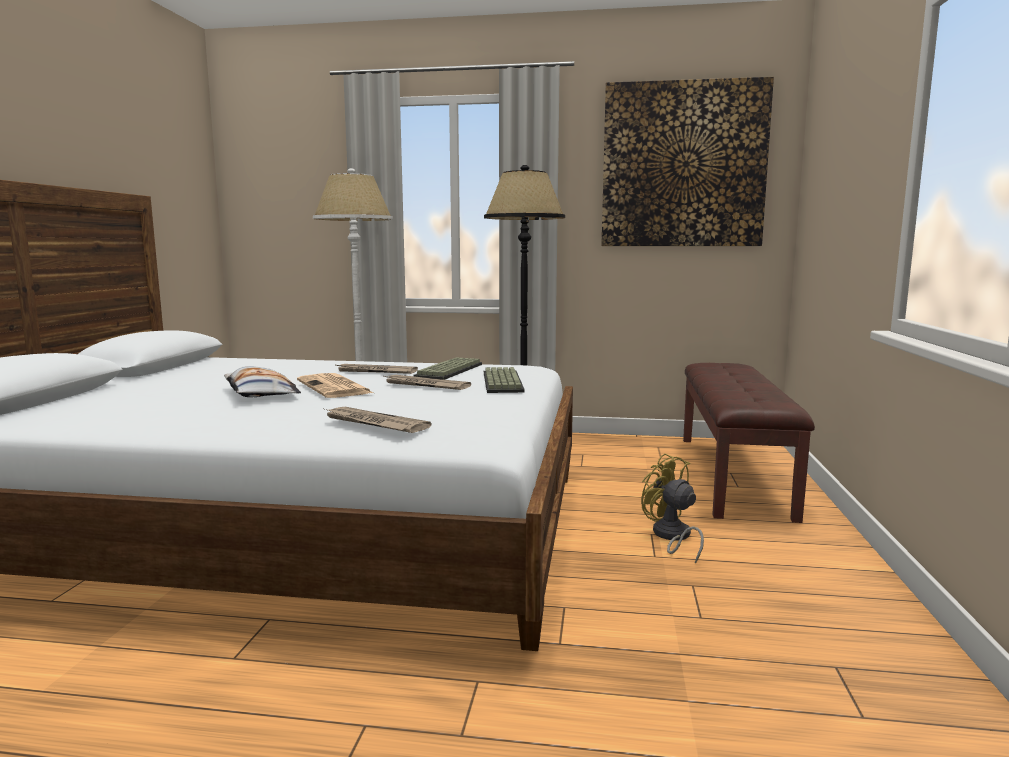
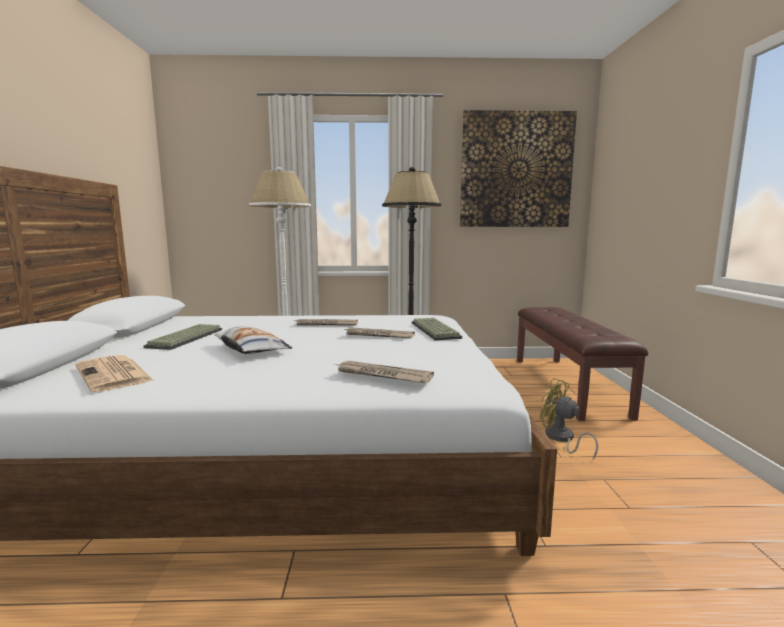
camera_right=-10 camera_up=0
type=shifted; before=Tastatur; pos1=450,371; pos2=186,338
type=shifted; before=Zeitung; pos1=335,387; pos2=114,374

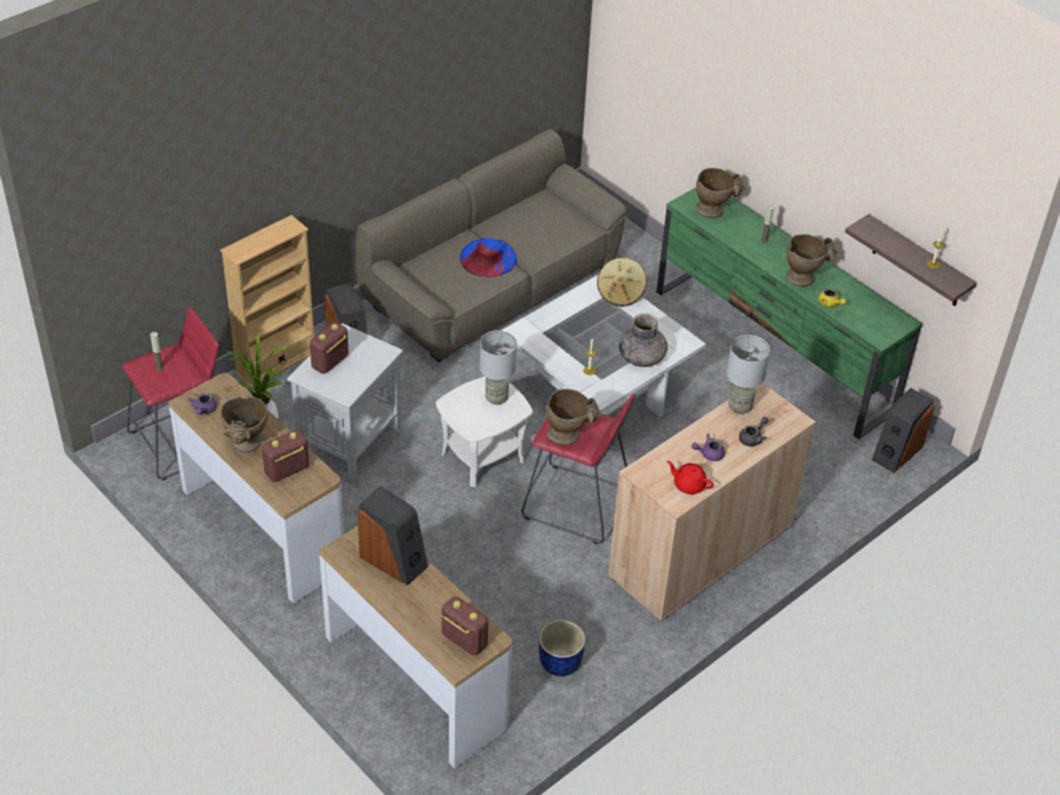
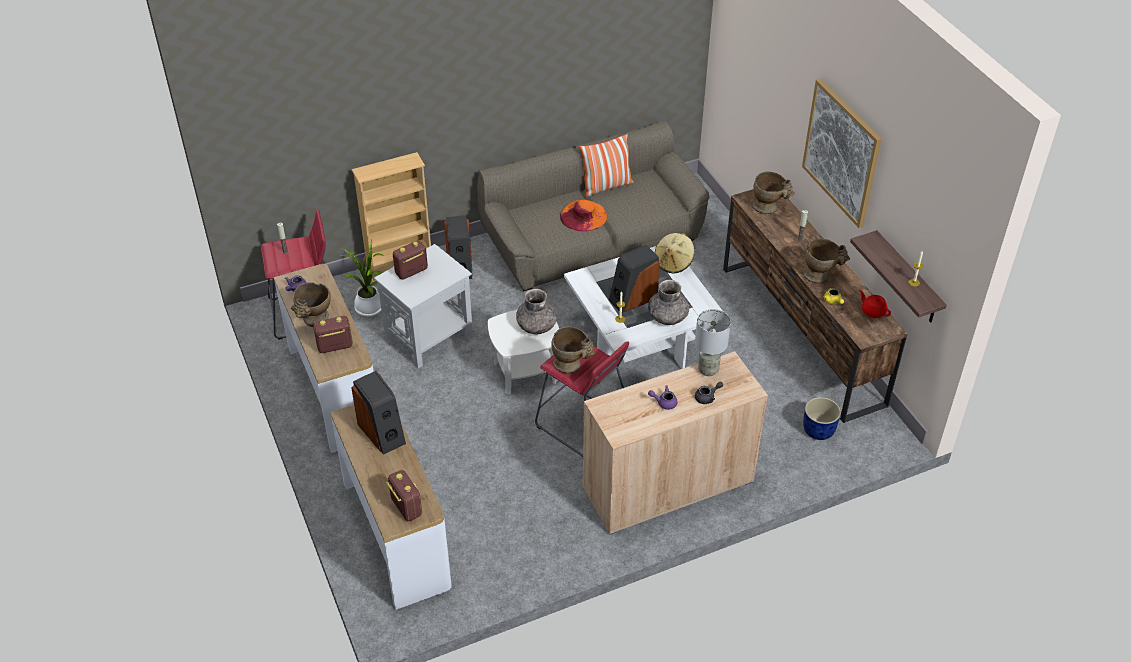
camera_right=20 camera_up=0
type=repainted; before=Fernsehschrank [grün]; after=Fernsehschrank [braun]; pos1=773,351; pos2=801,335
type=repainted; before=Hut [blau]; after=Hut [orange]; pos1=488,258; pos2=583,216
type=swapped; before=Tischlampe [grau]; after=Vase [grau]; pos1=496,398; pos2=536,325
type=shifted; before=Lautsprecher; pos1=896,452; pos2=633,298
type=shifted; before=Teekanne [rot]; pos1=688,485; pos2=873,311
type=shifted; before=Pflanzkübel [blau]; pos1=560,663; pos2=818,430
type=new; after=Bild; pos2=841,152
type=new; after=Kissen; pos2=606,186

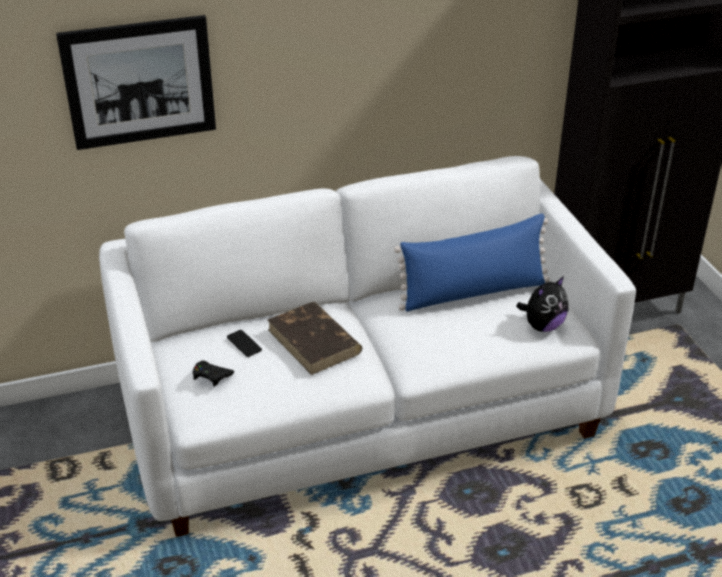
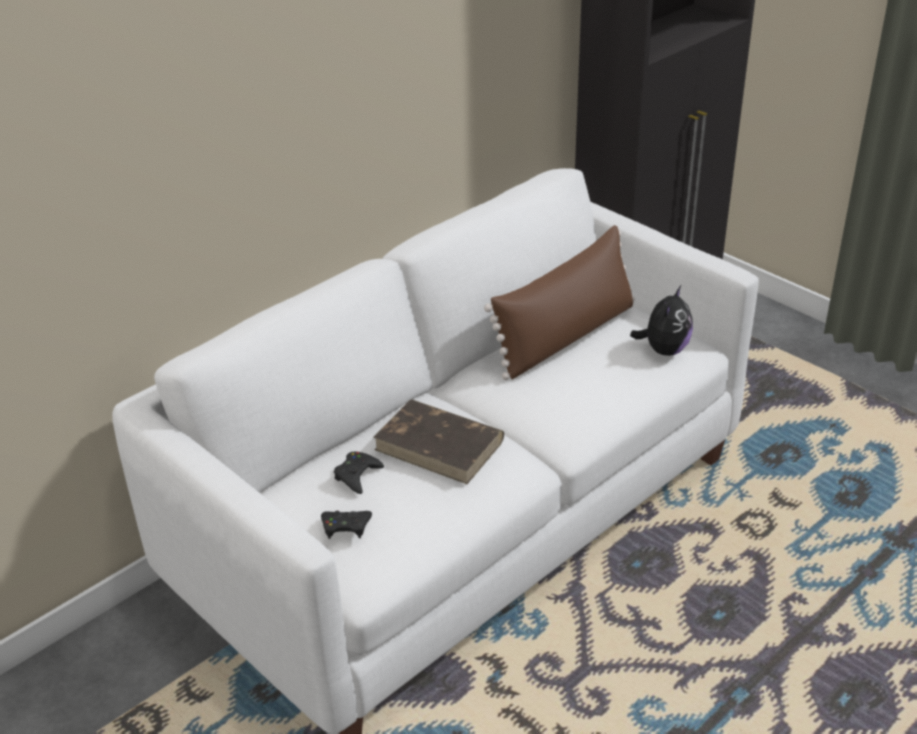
camera_right=-25 camera_up=0
type=gone; before=Bild; pos1=139,82
type=repainted; before=Kissen [blau]; after=Kissen [braun]; pos1=473,292; pos2=566,337
type=swapped; before=Handy; after=Gamepad [schwarz]; pos1=244,344; pos2=357,475

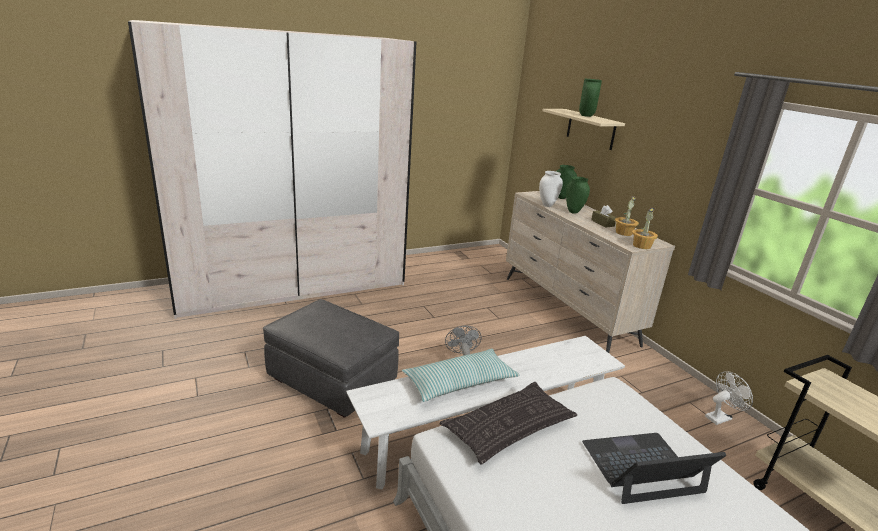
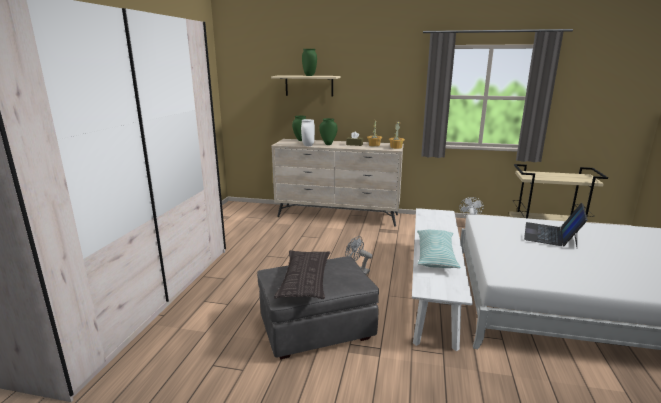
camera_right=-50 camera_up=-5
type=shifted; before=Kissen; pos1=508,428; pos2=305,280

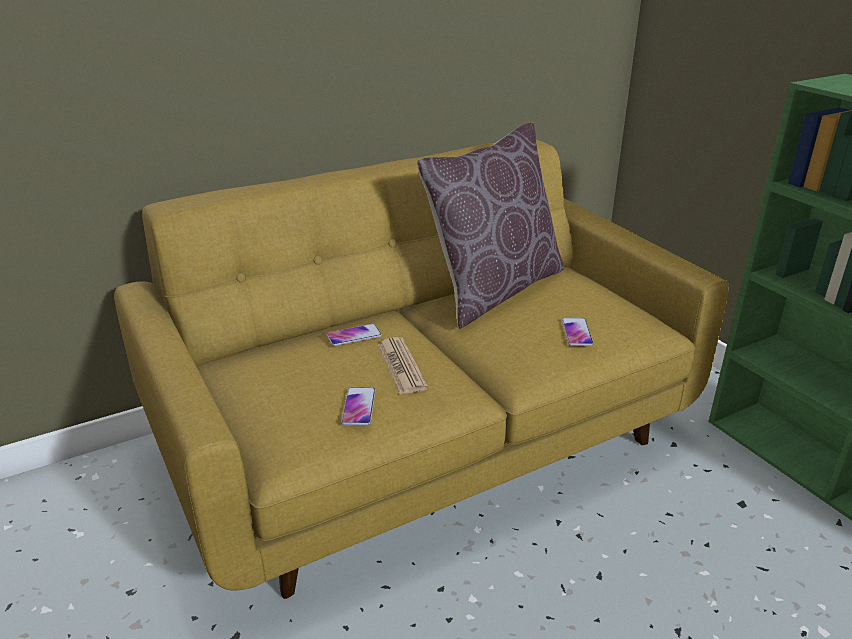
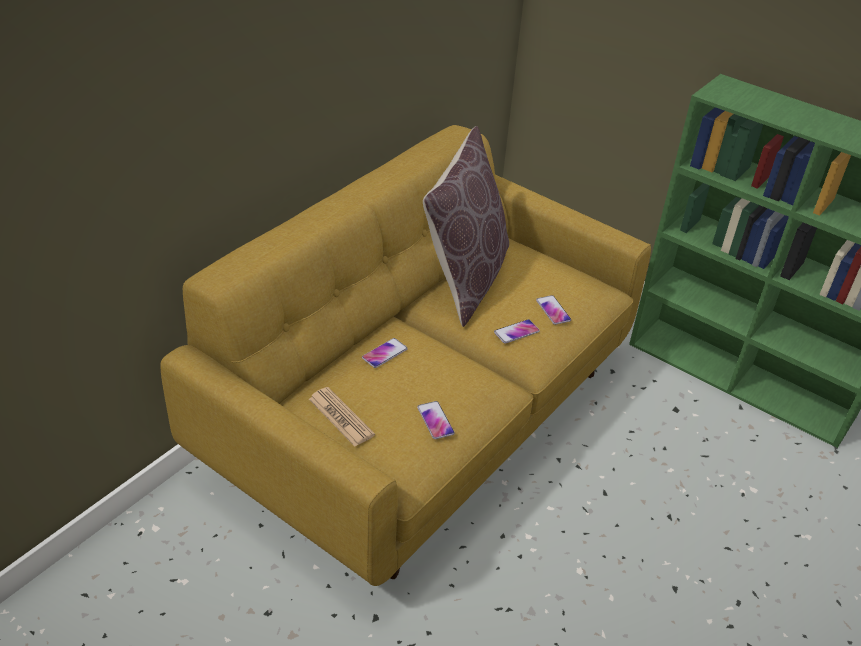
camera_right=-25 camera_up=10
type=shifted; before=Zeitung; pos1=401,366; pos2=341,417
type=new; after=Handy; pos2=516,332

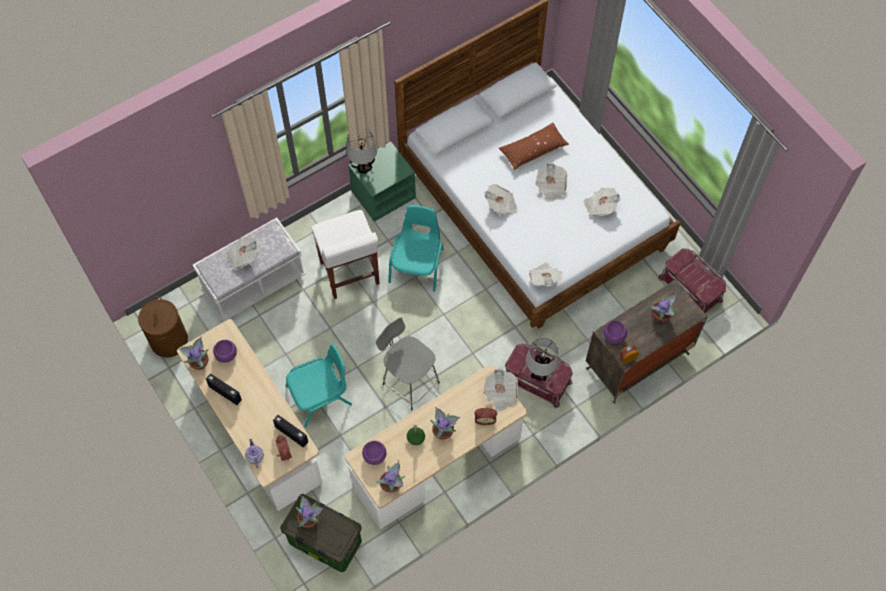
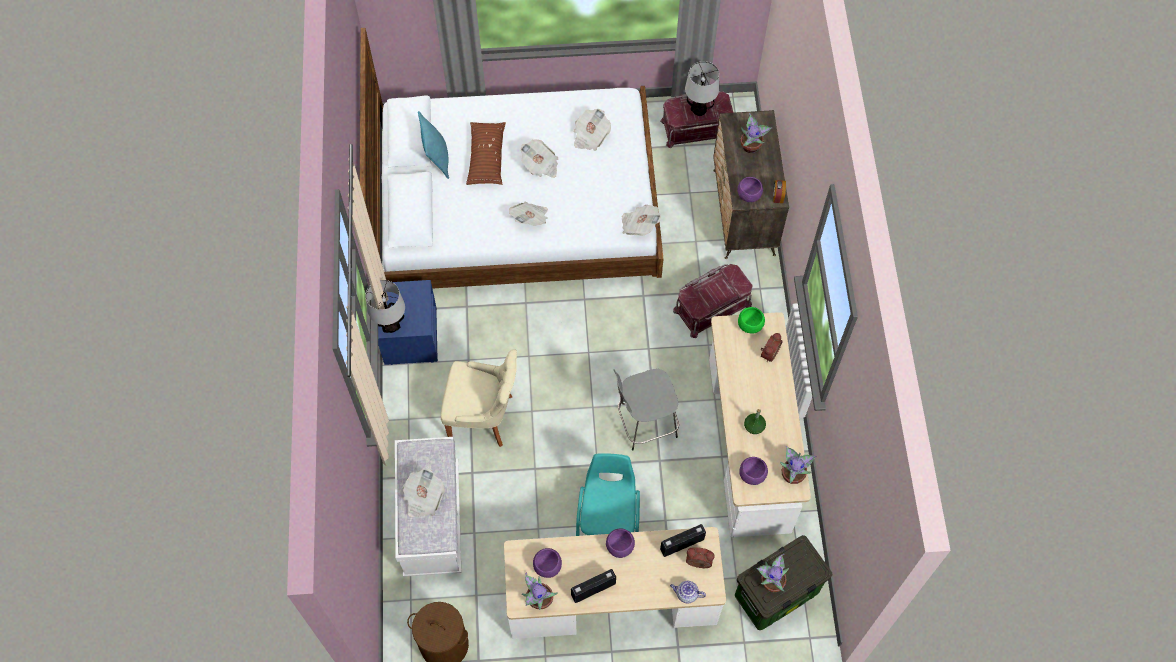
camera_right=-60 camera_up=0
type=repainted; before=Nachttisch [grün]; after=Nachttisch [blau]; pos1=383,194; pos2=410,336
type=gone; before=Stuhl [türkis]; pos1=417,265
type=swapped; before=Hocker [weiß]; after=Stuhl [beige]; pos1=349,274; pos2=484,417
type=shifted; before=Tischlampe; pos1=539,374; pos2=699,110
type=swapped; before=Zeitung; after=Schüssel [grün]; pos1=500,394; pos2=750,325
type=gone; before=Topfpflanze; pos1=443,431
type=new; after=Kissen [türkis]; pos2=437,158
type=new; after=Schüssel [lila]; pos2=619,546

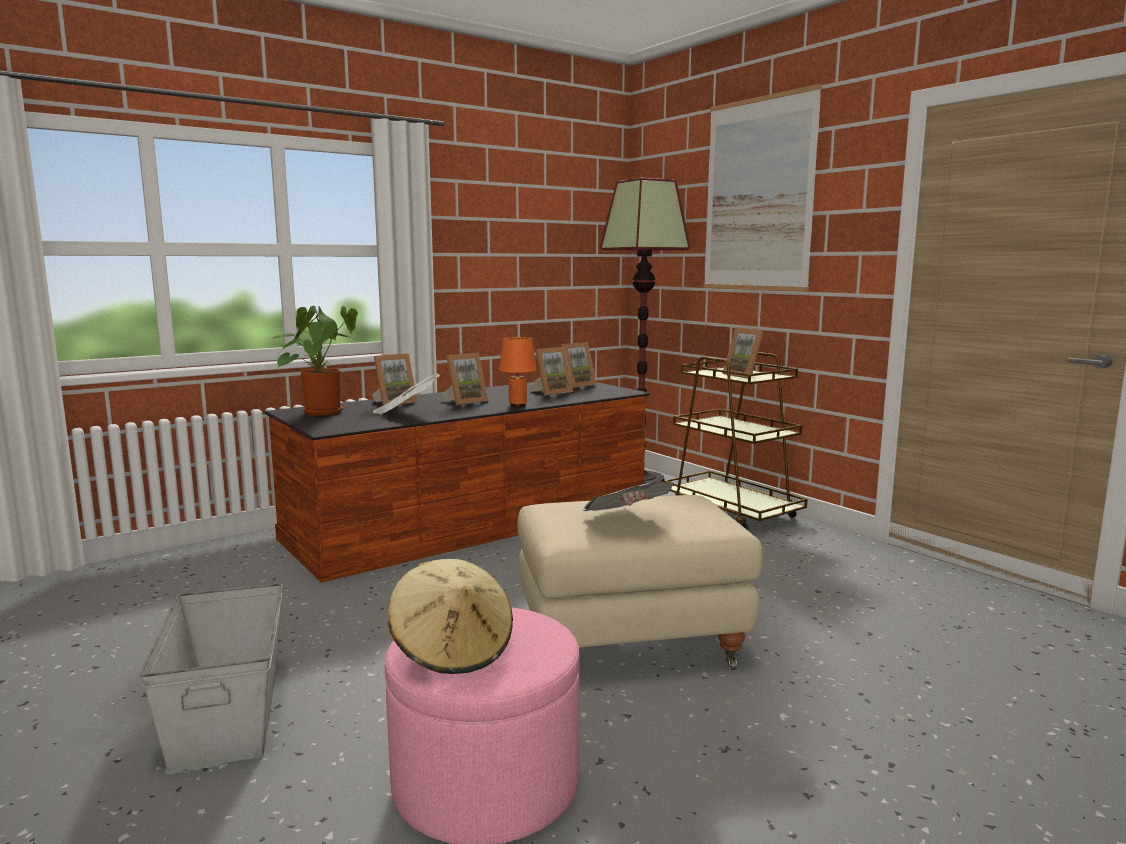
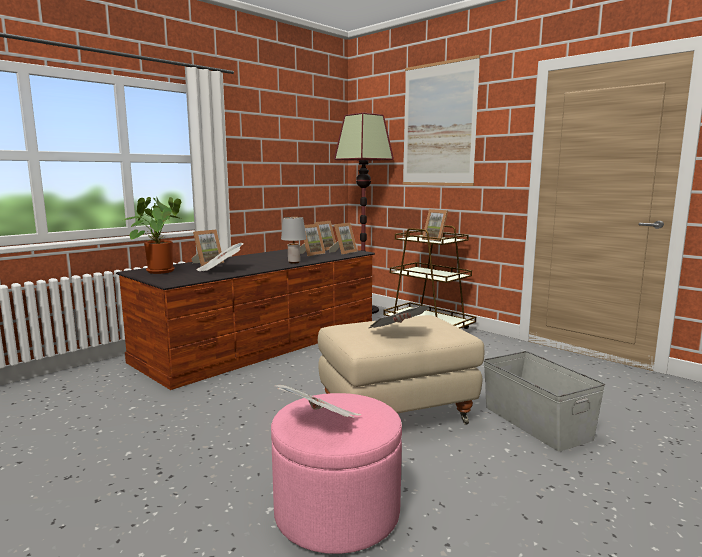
camera_right=-10 camera_up=0
type=repainted; before=Tischlampe [orange]; after=Tischlampe [grau]; pos1=517,404; pos2=293,262
type=shifted; before=Bilderrahmen; pos1=465,401; pos2=343,252
type=swapped; before=Hut [beige]; after=Zeitung; pos1=452,650; pos2=320,423
type=shifted; before=Aufbewahrungsbox [grau]; pos1=229,711; pos2=536,422

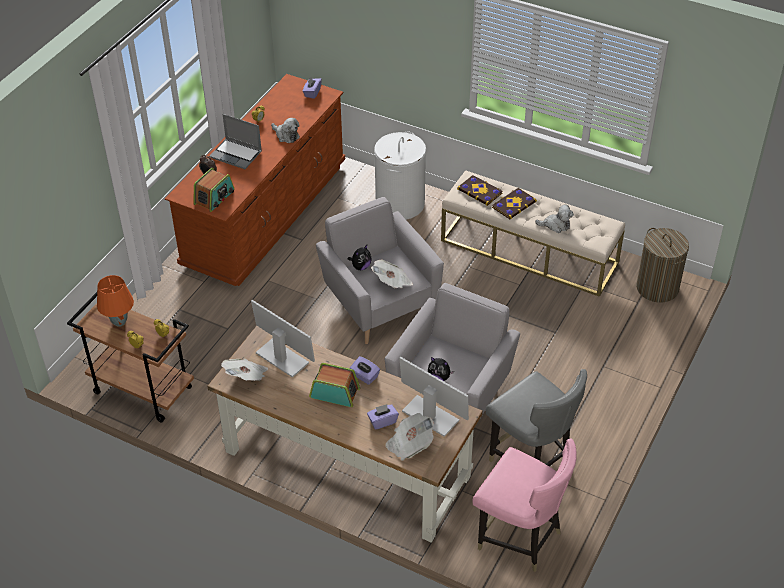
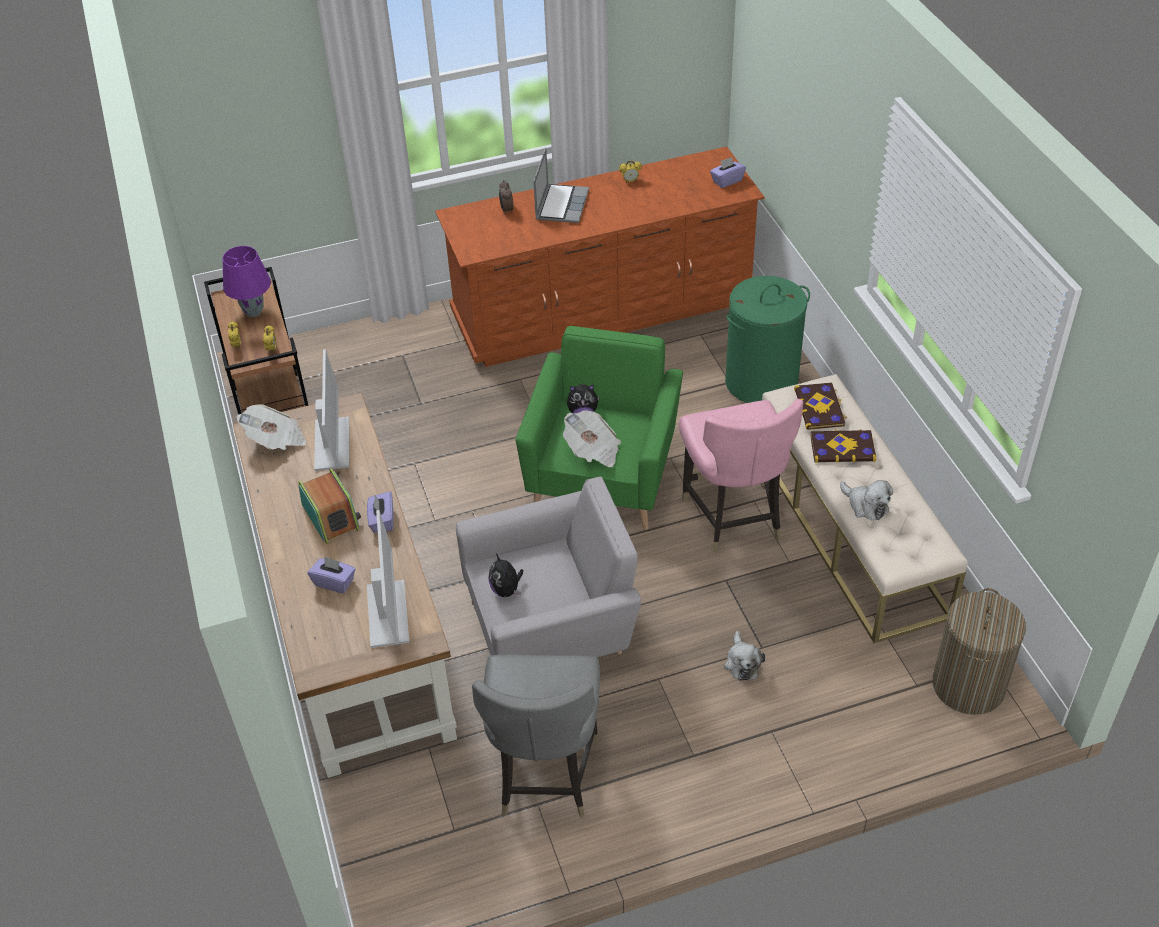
camera_right=45 camera_up=0
type=rotated; before=Laptop; pos1=237,154; pos2=561,204; turn=-150
type=shifted; before=Plüschtier; pos1=286,135; pos2=742,662
type=repainted; before=Wäschekorb [weiß]; after=Wäschekorb [grün]; pos1=400,204; pos2=761,382
type=gone; before=Radio; pos1=214,197
type=repainted; before=Sessel [grau]; after=Sessel [grün]; pos1=379,302; pos2=603,476
type=repainted; before=Tischlampe [orange]; after=Tischlampe [lila]; pos1=119,322; pos2=254,311
type=gone; before=Zeitung; pos1=409,444
type=shifted; before=Stuhl [rosa]; pos1=520,538; pos2=734,517

